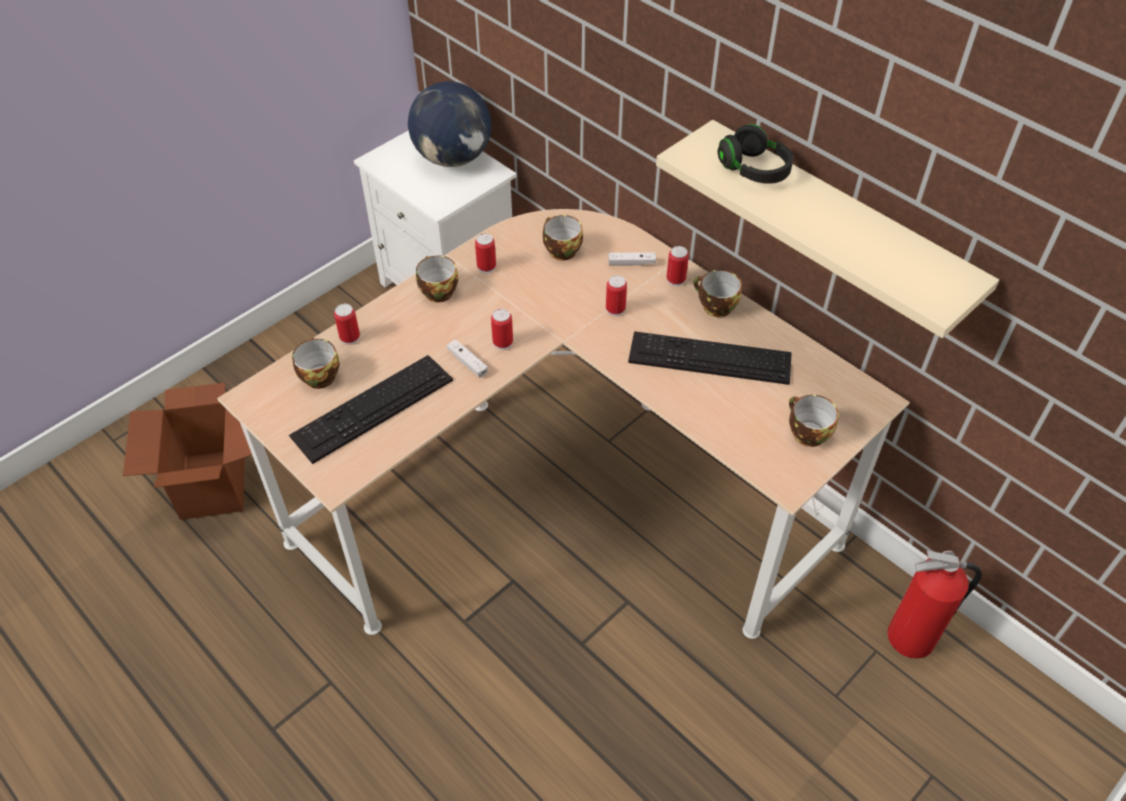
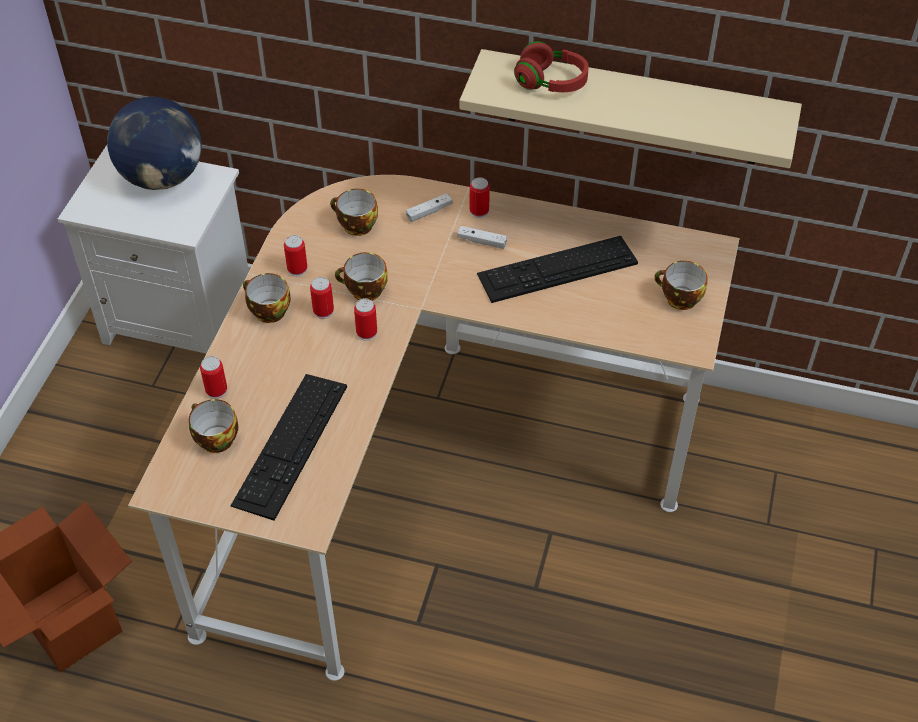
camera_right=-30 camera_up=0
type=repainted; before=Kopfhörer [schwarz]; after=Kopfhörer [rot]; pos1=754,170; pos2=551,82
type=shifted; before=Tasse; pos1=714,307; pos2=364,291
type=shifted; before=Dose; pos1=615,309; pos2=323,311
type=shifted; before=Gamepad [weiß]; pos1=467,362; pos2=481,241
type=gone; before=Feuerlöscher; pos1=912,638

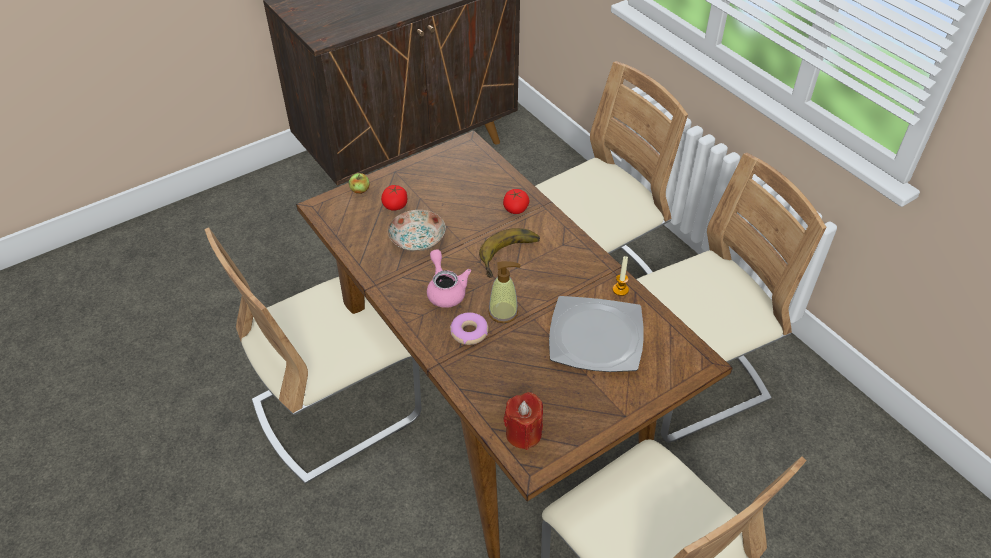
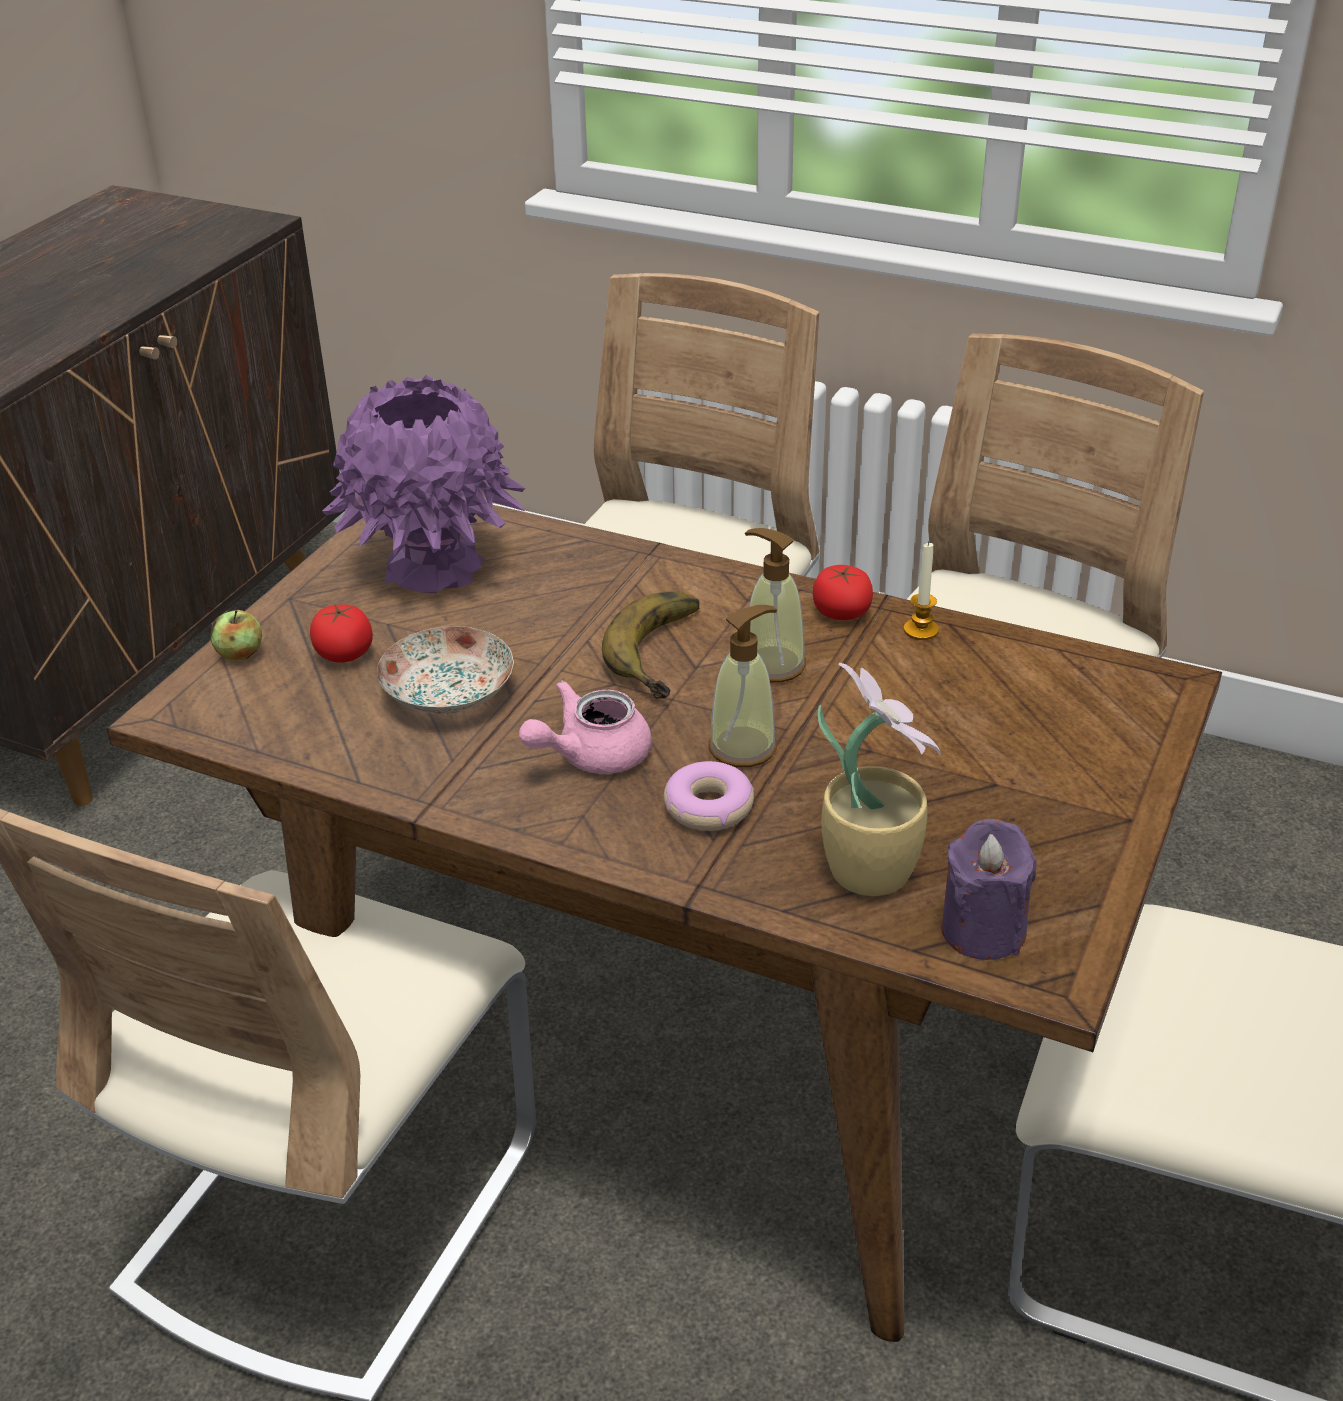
camera_right=-30 camera_up=-10
type=shifted; before=Tomate; pos1=515,209; pos2=841,611
type=rotated; before=Teekanne [rosa]; pos1=445,290; pos2=591,755; turn=-75
type=gone; before=Teller; pos1=597,336
type=repainted; before=Kerze [rot]; after=Kerze [lila]; pos1=523,433; pos2=983,930
type=new; after=Vase [lila]; pos2=432,567
type=new; after=Seifenspender; pos2=773,665
type=new; after=Topfpflanze; pos2=870,868

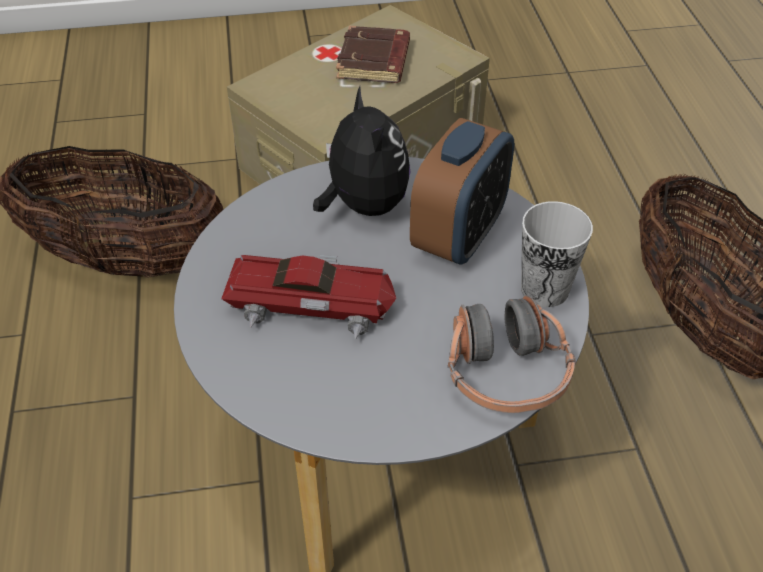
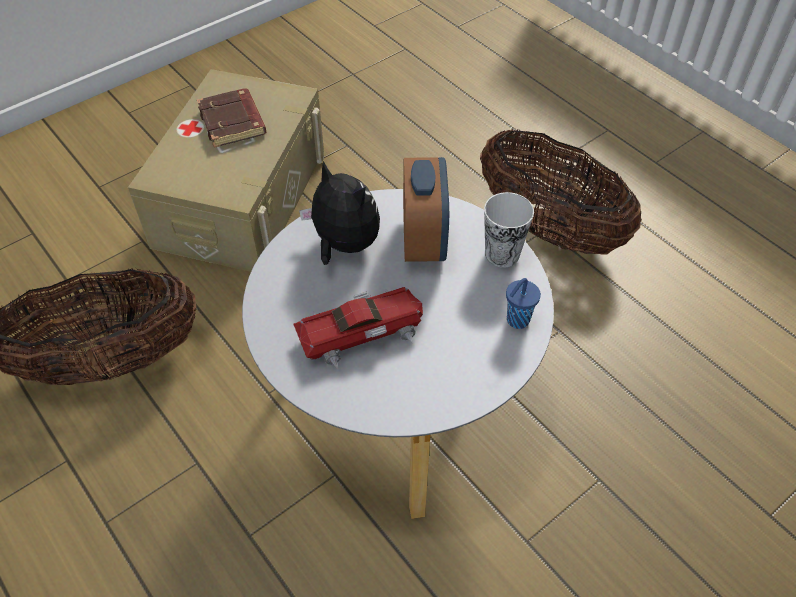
camera_right=-30 camera_up=5
type=swapped; before=Kopfhörer; after=Tasse [blau]; pos1=505,372; pos2=516,321

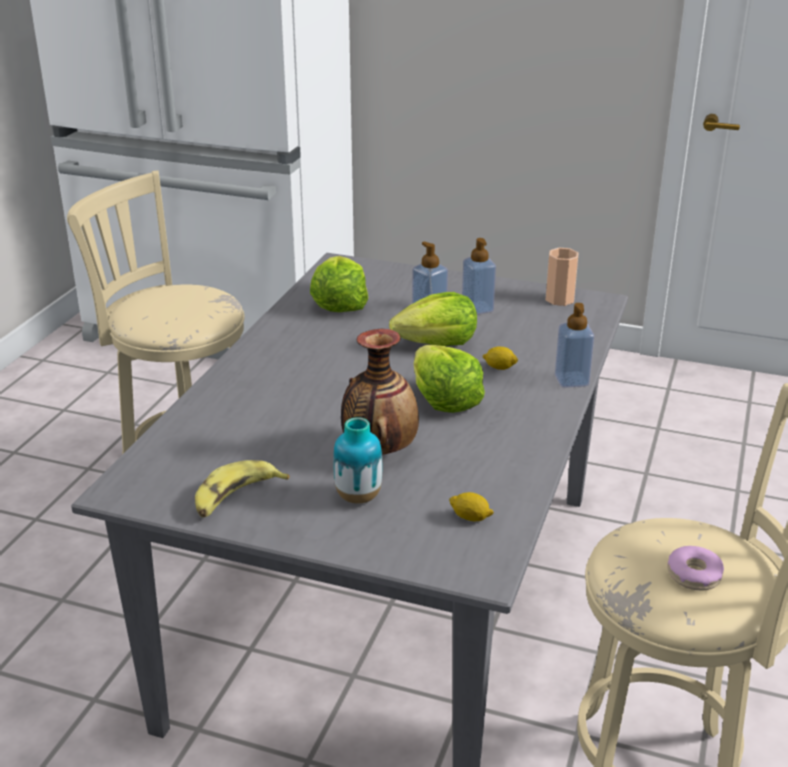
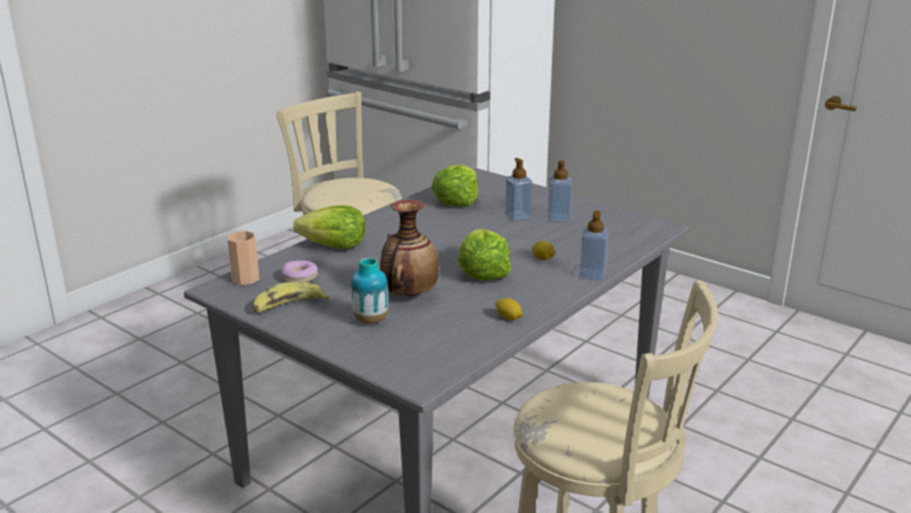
camera_right=20 camera_up=-5
type=shifted; before=Tasse; pos1=559,299; pos2=245,279
type=shifted; before=Salatkopf; pos1=437,344; pos2=334,246
type=shifted; before=Zitrone; pos1=470,517; pos2=508,317
type=shifted; before=Donut; pos1=694,575; pos2=299,277

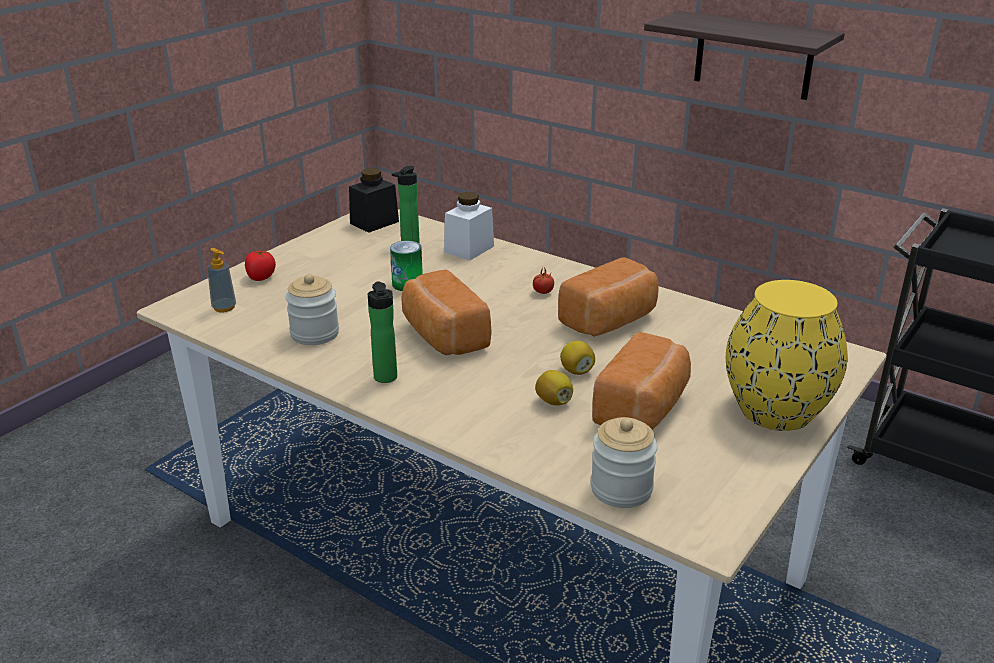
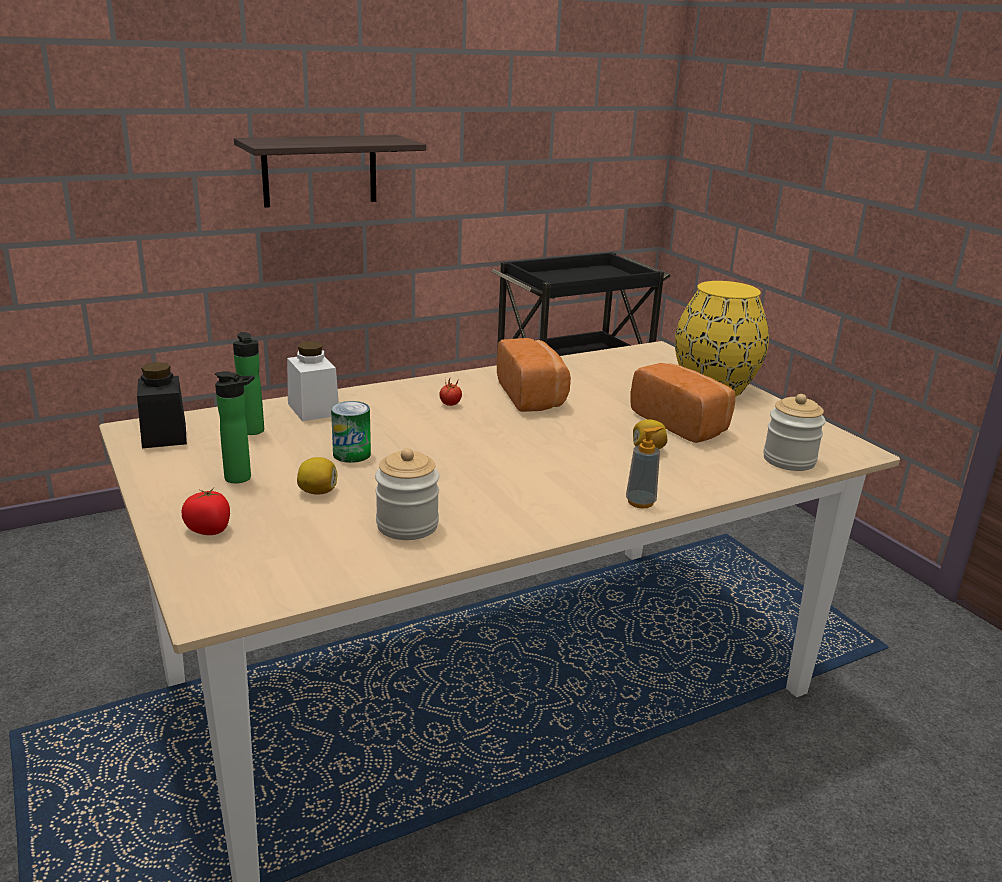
camera_right=-65 camera_up=-5
type=shifted; before=Seifenspender; pos1=224,307; pos2=640,502
type=gone; before=Brot; pos1=442,336
type=shifted; before=Flasche; pos1=386,379; pos2=242,478
type=shifted; before=Zitrone; pos1=576,371; pos2=318,492

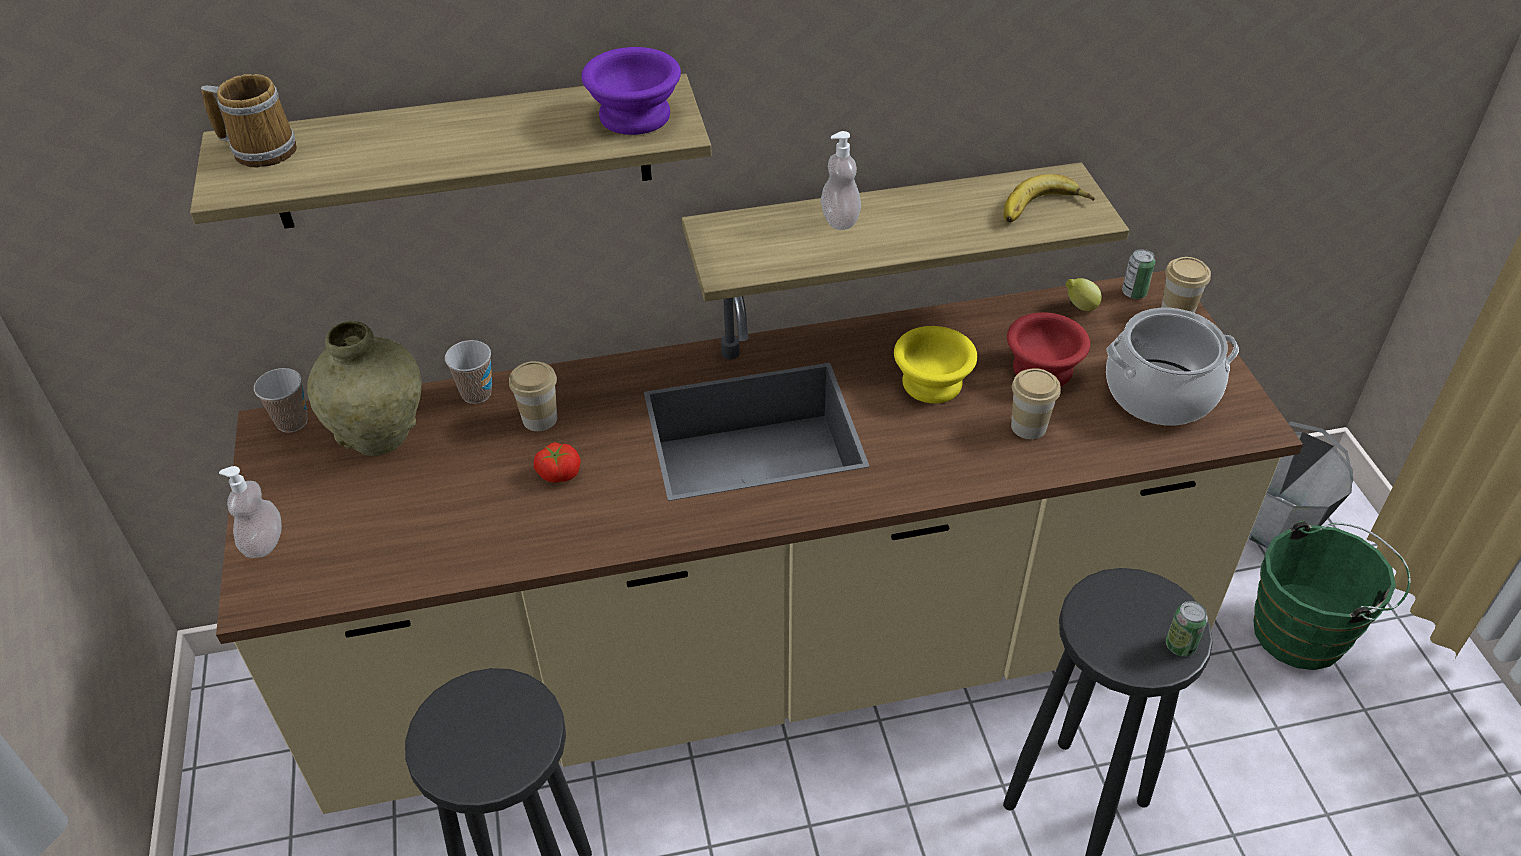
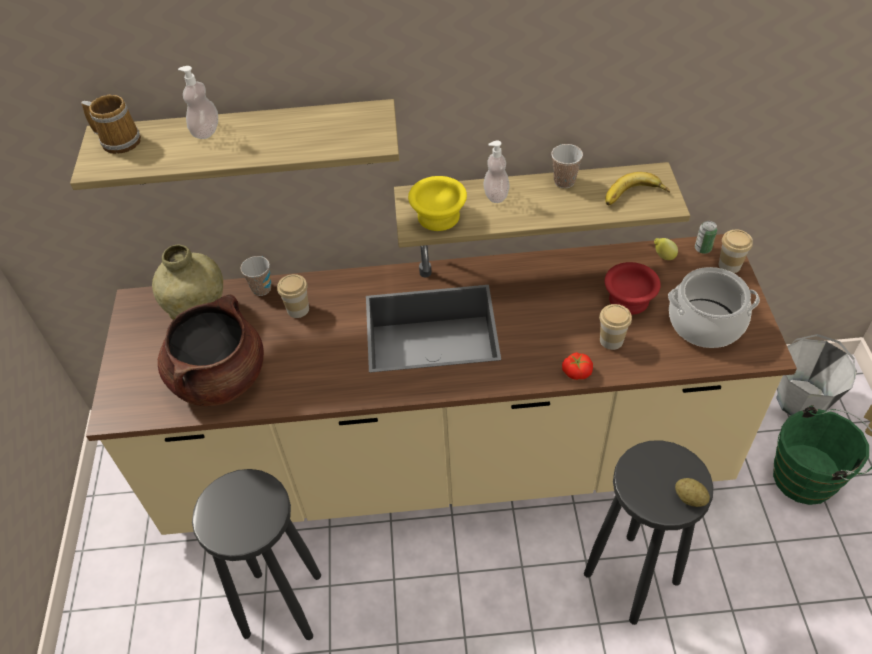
camera_right=10 camera_up=5
type=gone; before=Schüssel [lila]; pos1=637,115
type=shifted; before=Schüssel [gelb]; pos1=930,385; pos2=437,218
type=shifted; before=Tasse; pos1=292,422; pos2=564,181
type=shifted; before=Tomate; pos1=559,472; pos2=576,371
type=shifted; before=Seifenspender; pos1=264,543; pos2=206,131
type=swapped; before=Dose; after=Kartoffel; pos1=1180,645; pos2=689,498
type=new; after=Kochtopf [braun]; pos2=220,378

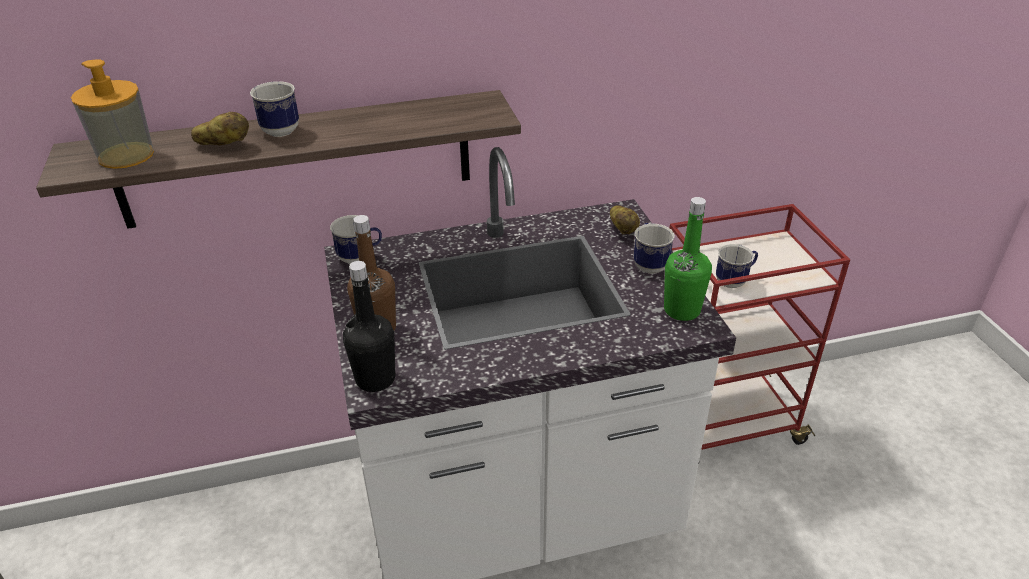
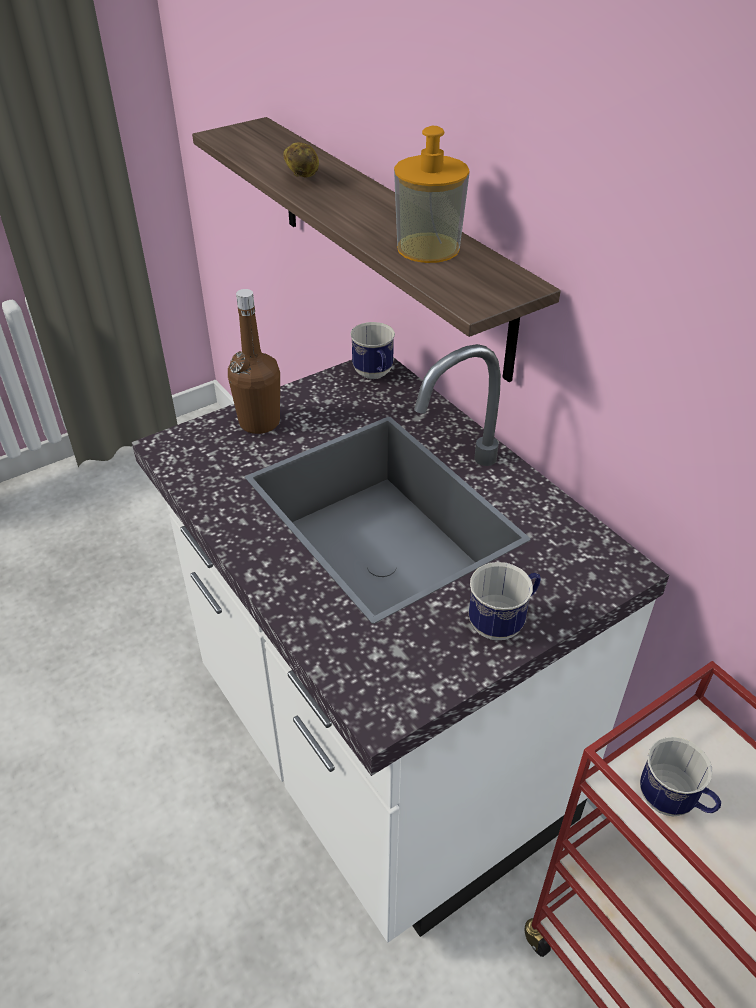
camera_right=70 camera_up=5
type=shifted; before=Seifenspender; pos1=126,155; pos2=428,248
type=gone; before=Henkelbecher; pos1=279,128
type=gone; before=Flasche [grün]; pos1=682,310
type=gone; before=Kartoffel; pos1=623,230
type=gone; before=Flasche [schwarz]; pos1=375,379

